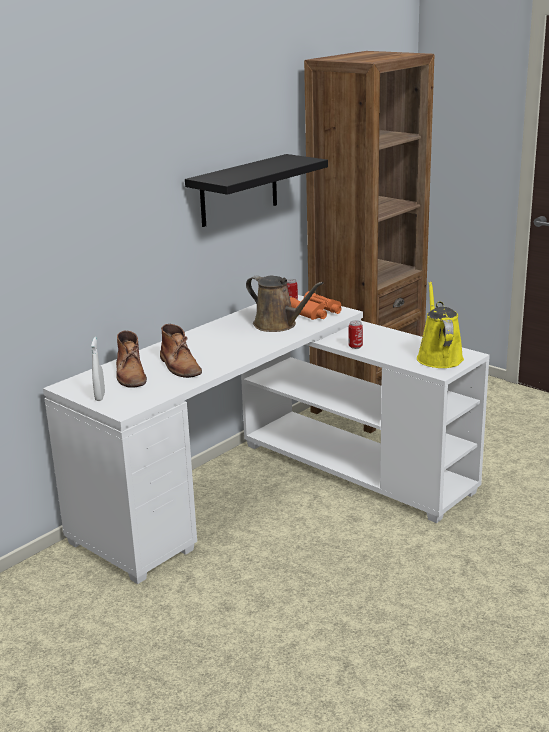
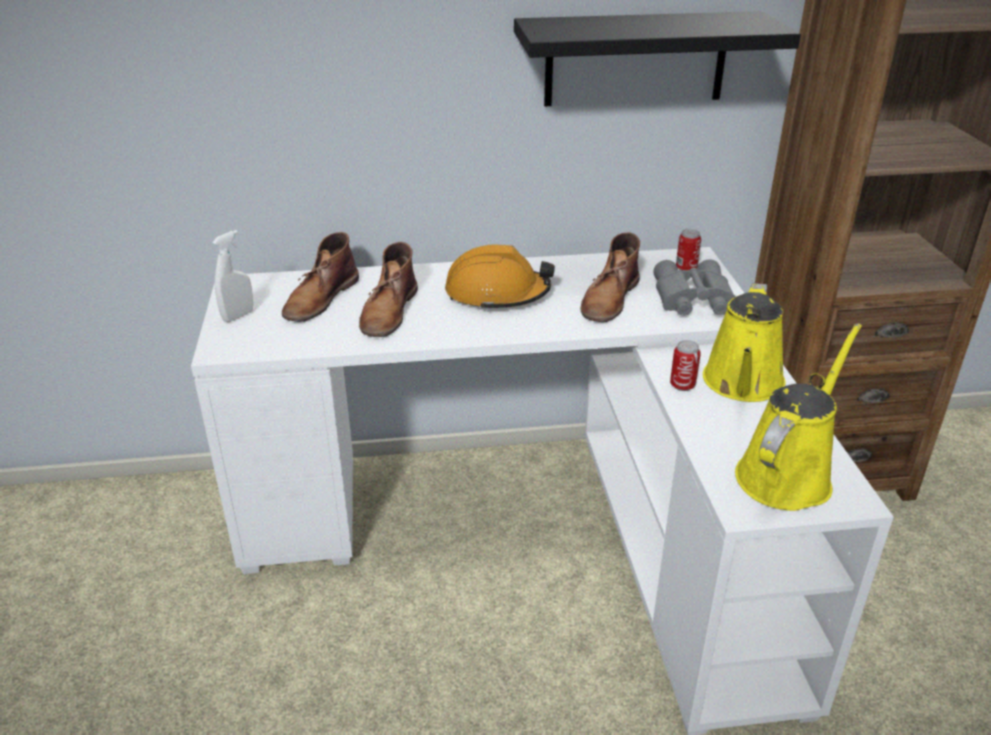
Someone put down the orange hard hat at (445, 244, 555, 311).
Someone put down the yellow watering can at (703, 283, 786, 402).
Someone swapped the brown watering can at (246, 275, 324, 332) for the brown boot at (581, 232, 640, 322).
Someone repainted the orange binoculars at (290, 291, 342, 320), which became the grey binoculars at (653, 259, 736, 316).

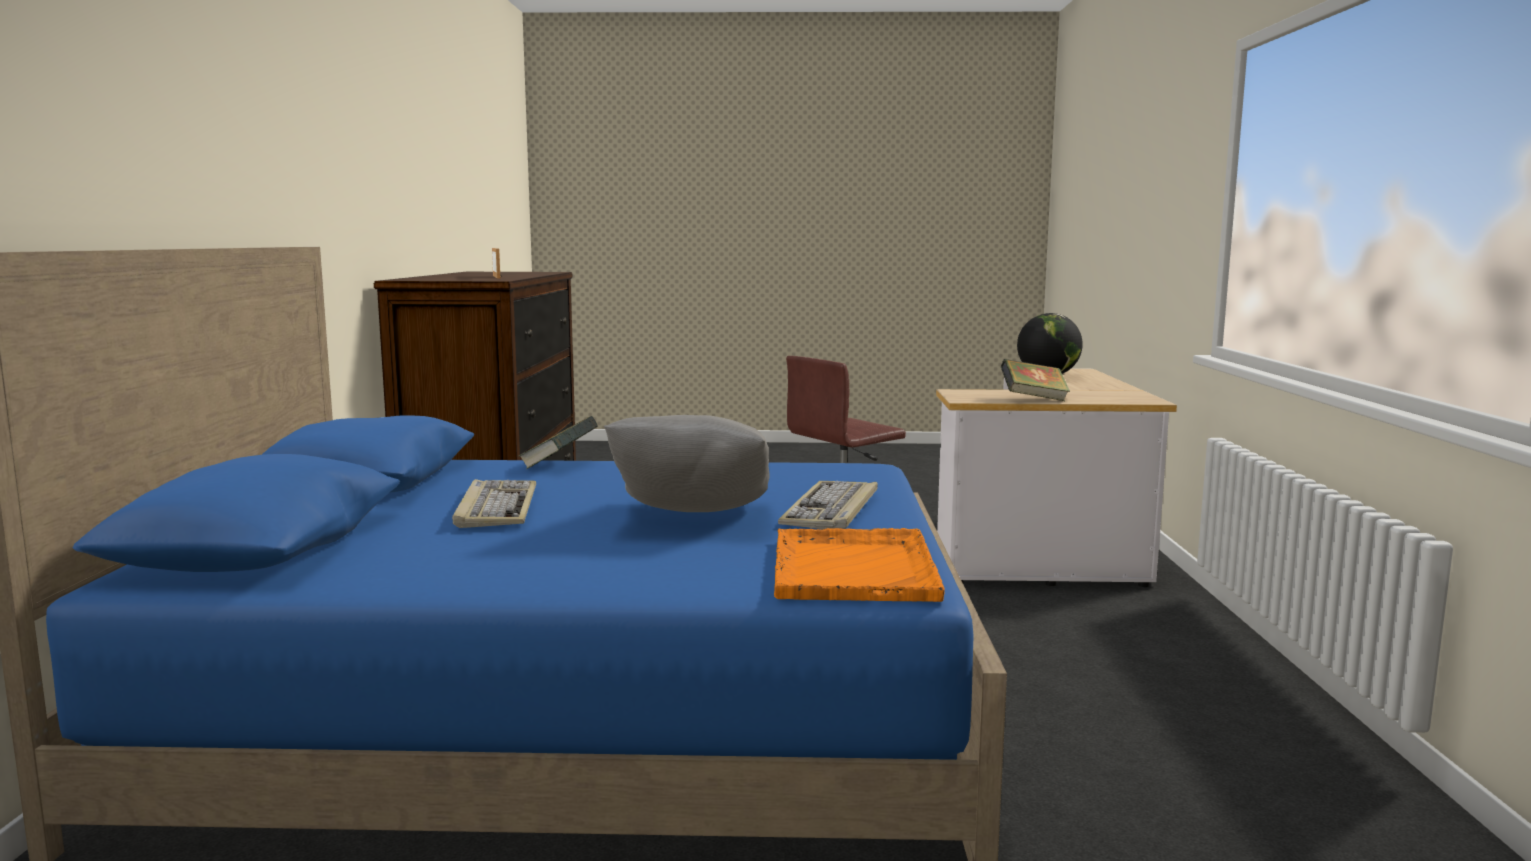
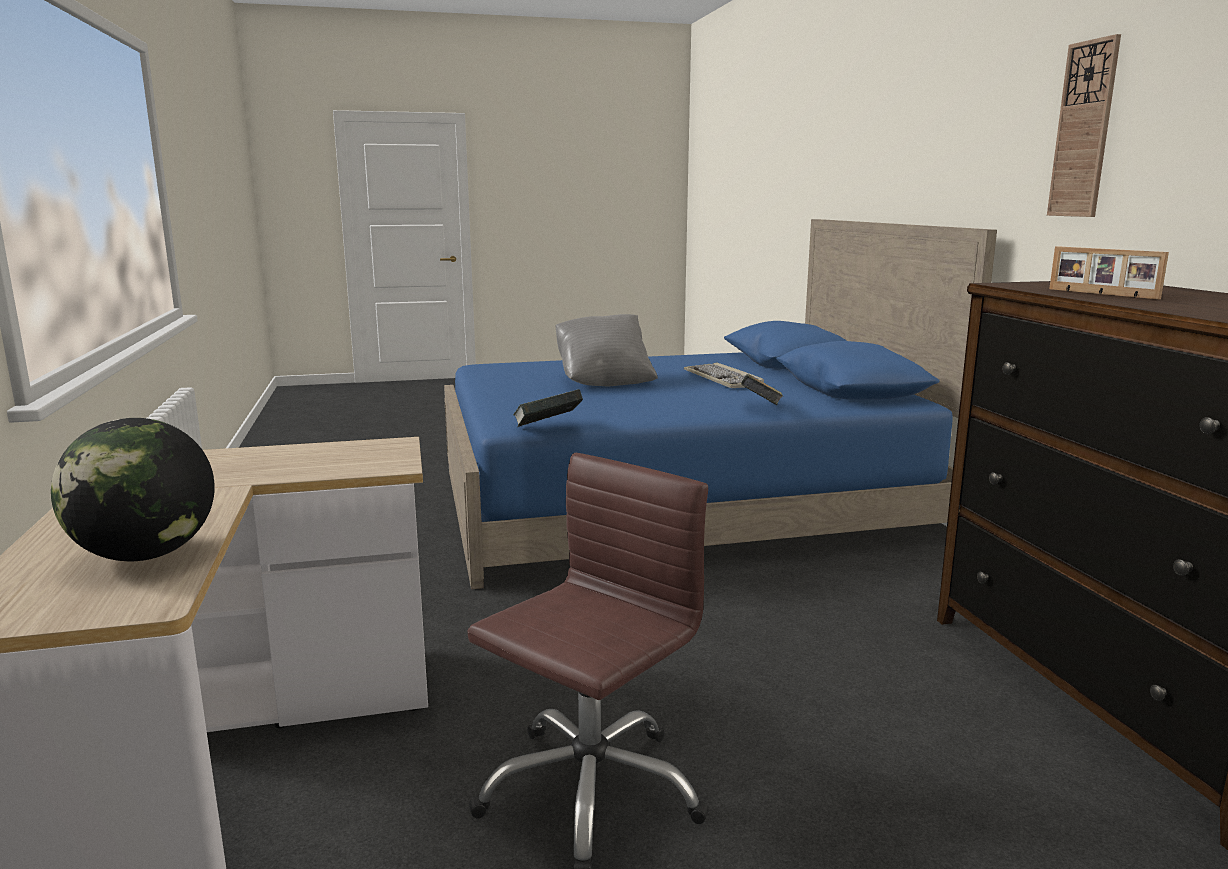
Someone took away the orange tray at (774, 528, 945, 602).
Someone took away the keyboard at (778, 481, 878, 529).
Someone put up the wall clock at (1047, 34, 1121, 217).
Someone carried the book from (1001, 359, 1070, 401) to (513, 389, 583, 427).

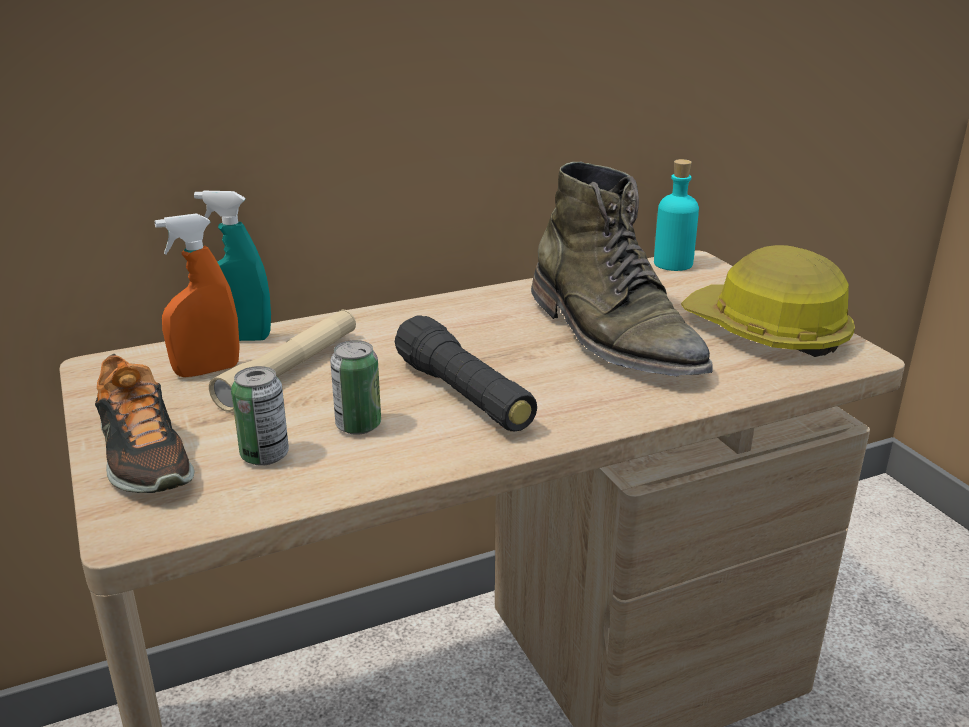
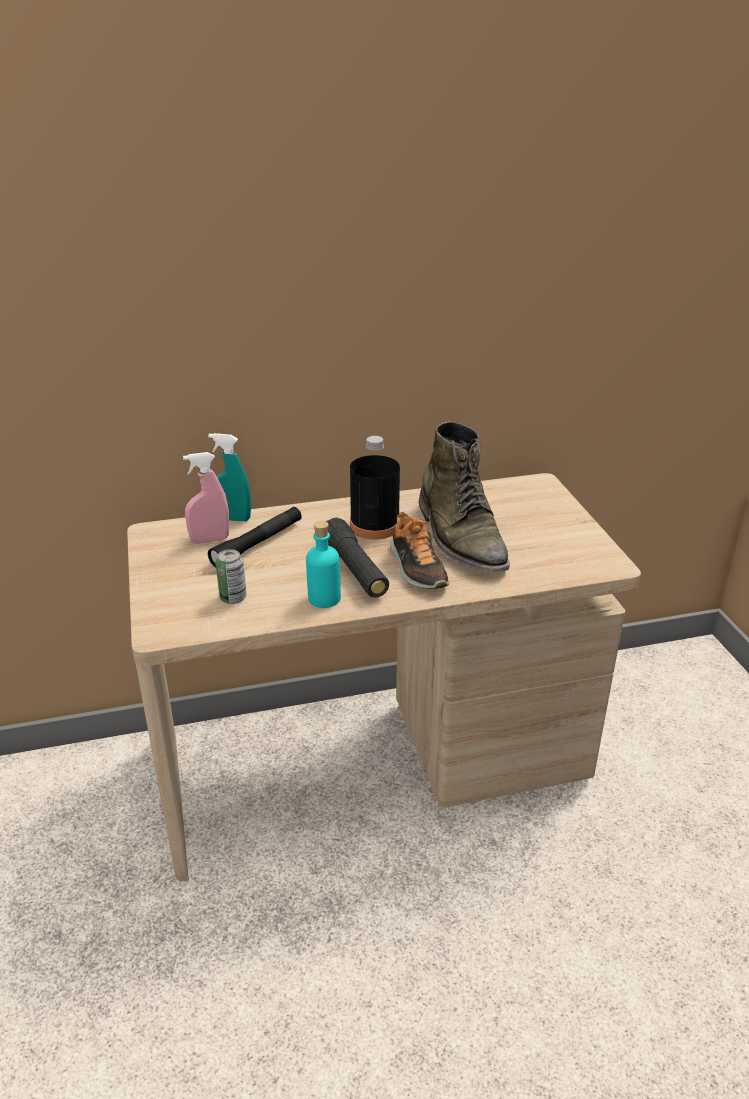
Someone took away the can at (330, 340, 381, 435).
Someone took away the hard hat at (681, 245, 855, 357).
Someone put down the black bottle at (350, 436, 400, 540).
Someone carried the shoe from (95, 354, 194, 493) to (390, 511, 450, 589).
Someone carried the turquoise bottle from (654, 159, 699, 271) to (306, 521, 341, 608).
Someone repainted the orange spray bottle at (155, 213, 240, 377), which became the pink spray bottle at (183, 452, 229, 544).
Someone repainted the beige flashlight at (209, 309, 356, 412), which became the black flashlight at (208, 507, 302, 568).

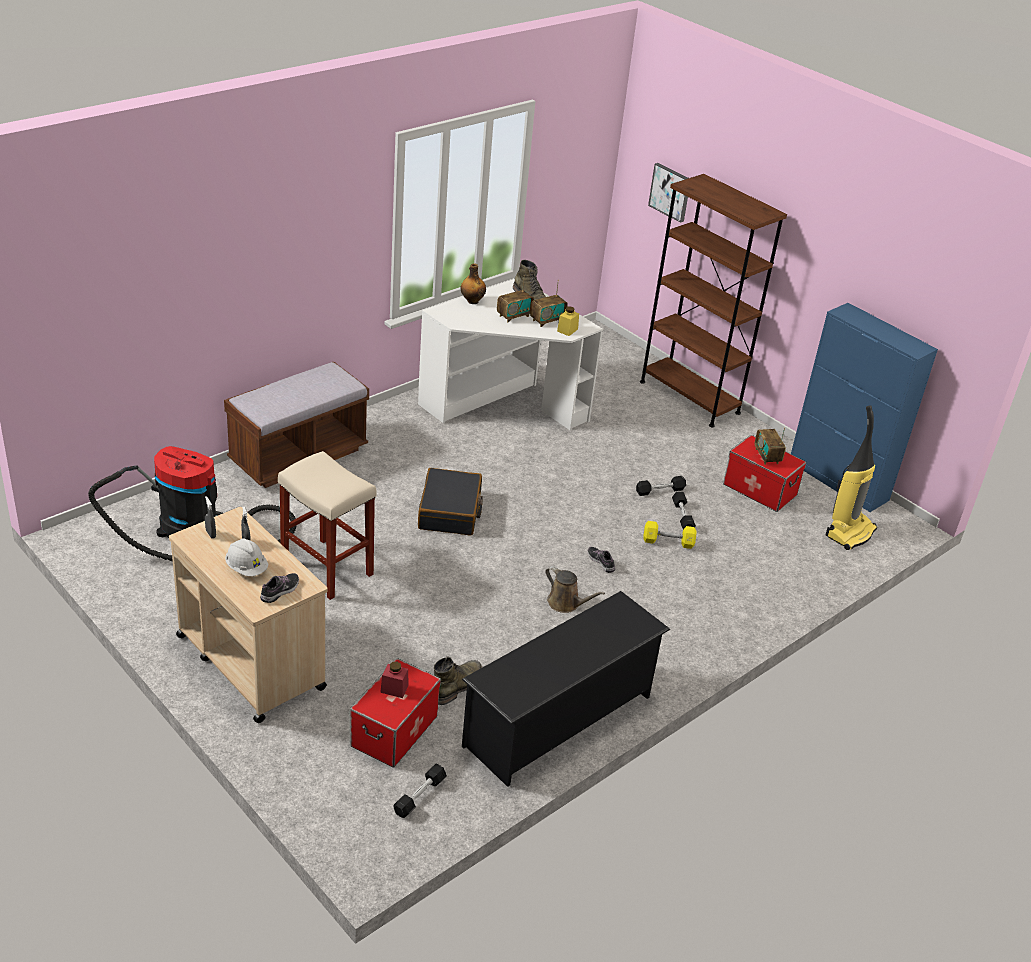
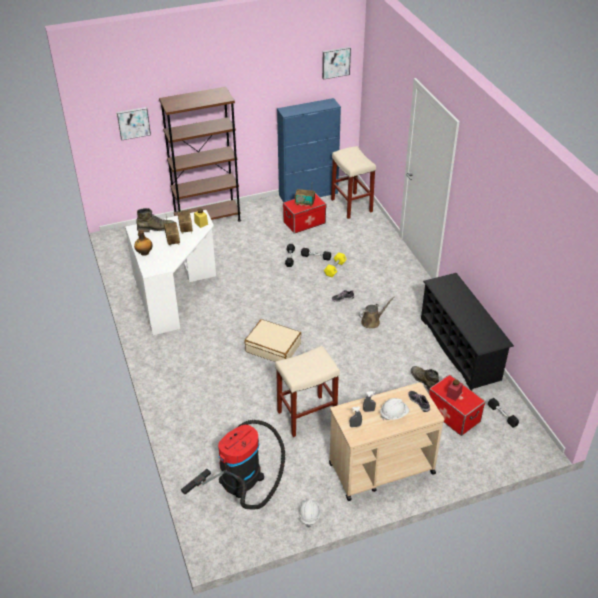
Someone took away the brown bench at (224, 362, 369, 488).
Someone put down the white hard hat at (298, 499, 321, 527).
Someone put up the picture at (322, 47, 351, 79).
Someone swapped the vacuum cleaner at (825, 405, 877, 550) for the beige stool at (331, 146, 376, 219).
Someone repainted the black suitcase at (418, 468, 483, 536), which became the beige suitcase at (245, 319, 301, 362).

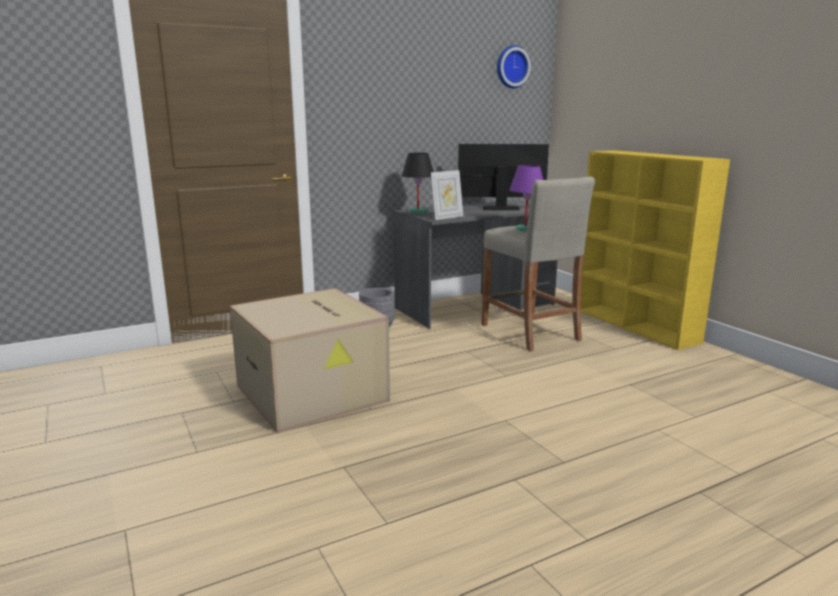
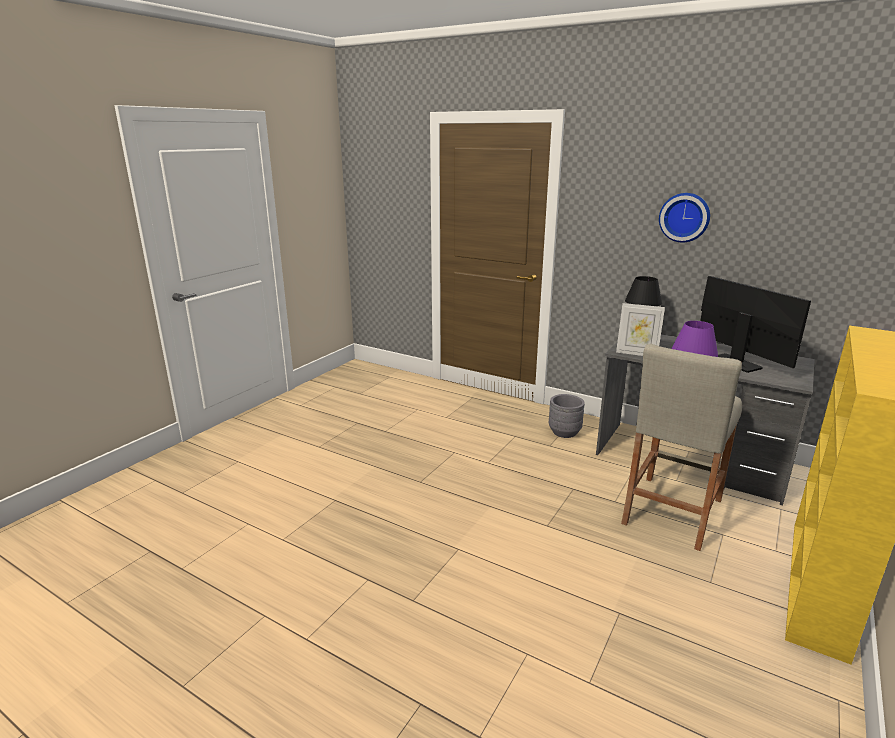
Someone took away the cardboard box at (230, 288, 390, 433).
Someone carried the wall clock from (497, 45, 531, 88) to (659, 193, 710, 243).

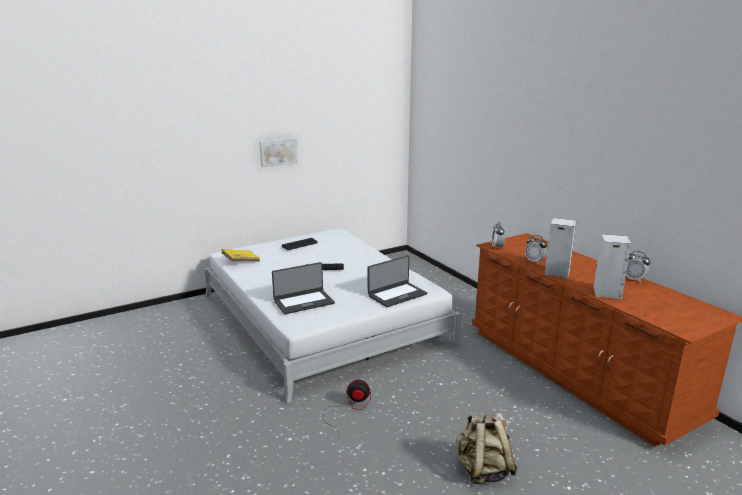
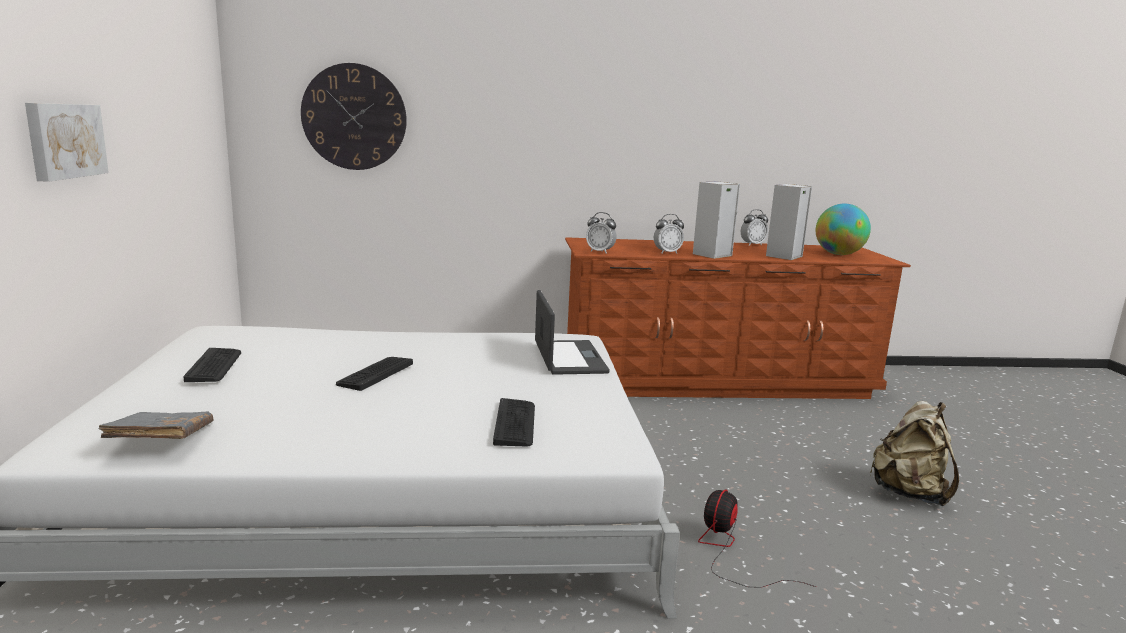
Someone put up the wall clock at (301, 63, 407, 170).
Someone put down the globe at (816, 204, 871, 255).
Someone swapped the laptop at (272, 262, 335, 314) for the keyboard at (493, 398, 535, 447).
Someone repainted the yellow book at (221, 249, 260, 262), which became the grey book at (99, 412, 214, 439).

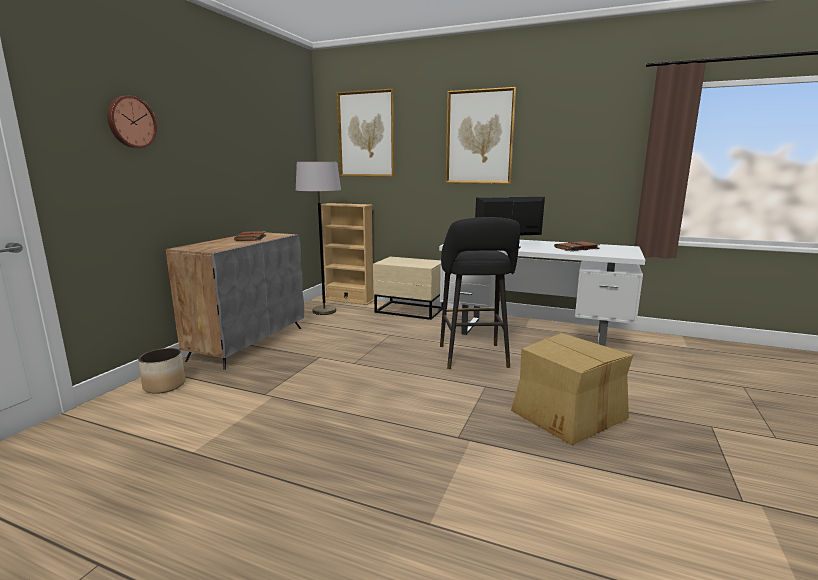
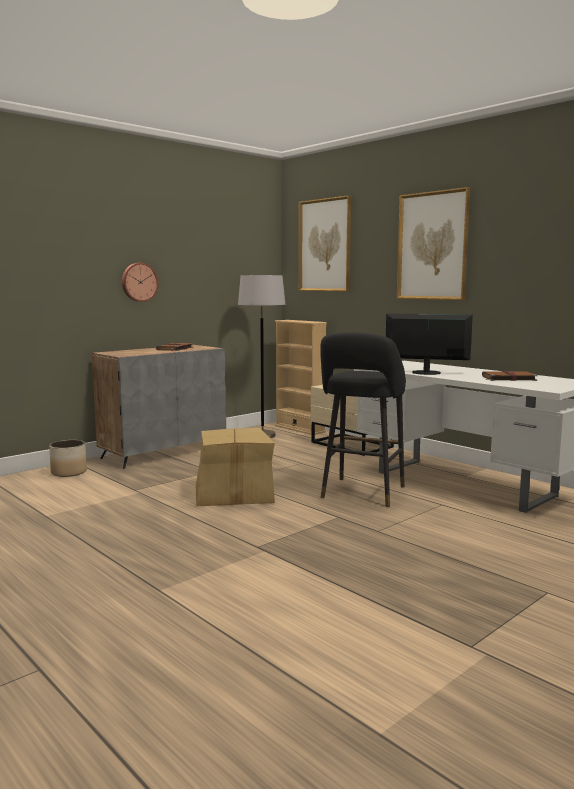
Someone carried the wall clock from (107, 96, 157, 148) to (122, 263, 158, 302).
Someone carried the cardboard box from (511, 333, 633, 445) to (196, 428, 275, 506).

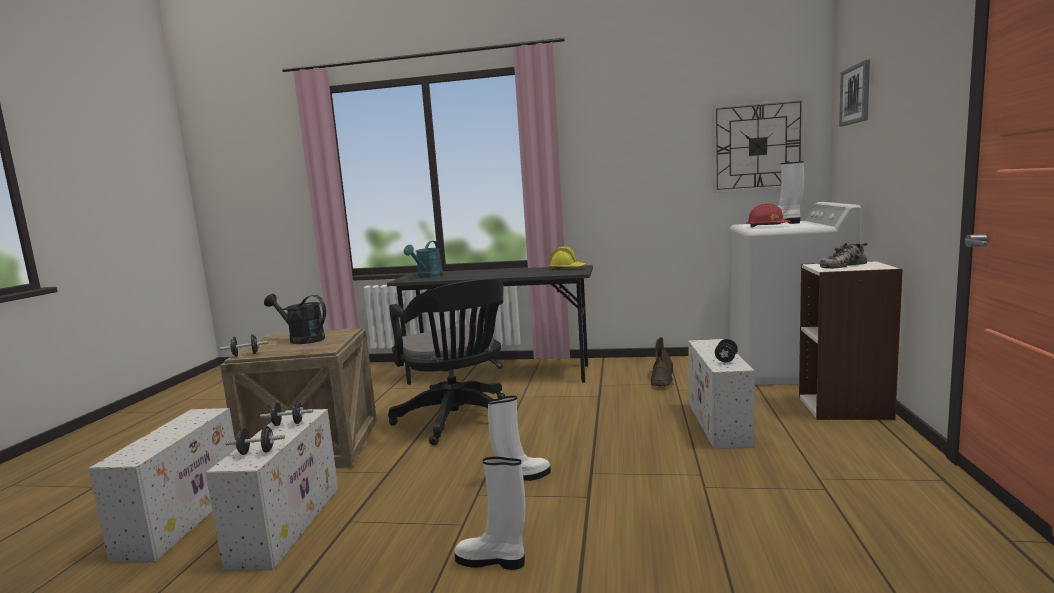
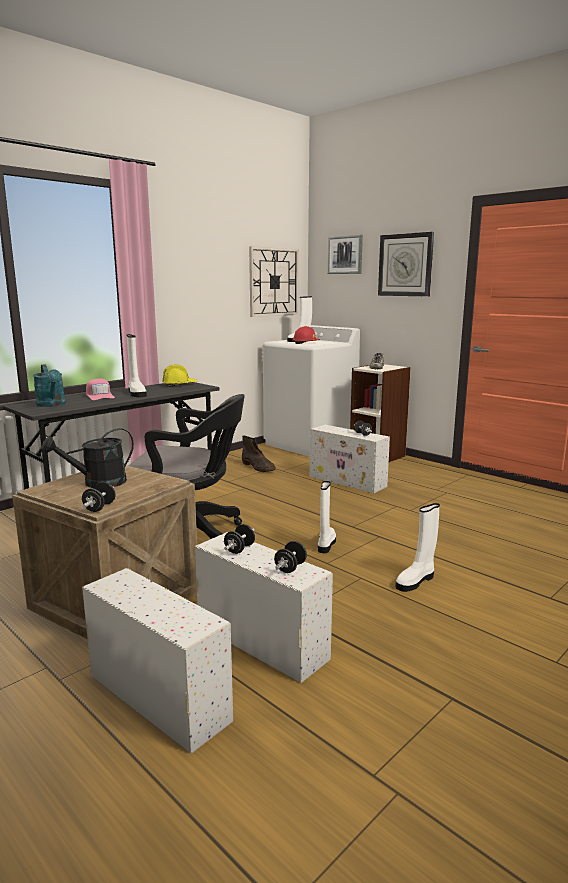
Someone put down the pink cap at (86, 379, 115, 400).
Someone put down the white boot at (126, 334, 147, 397).
Someone put up the wall clock at (378, 232, 434, 296).

